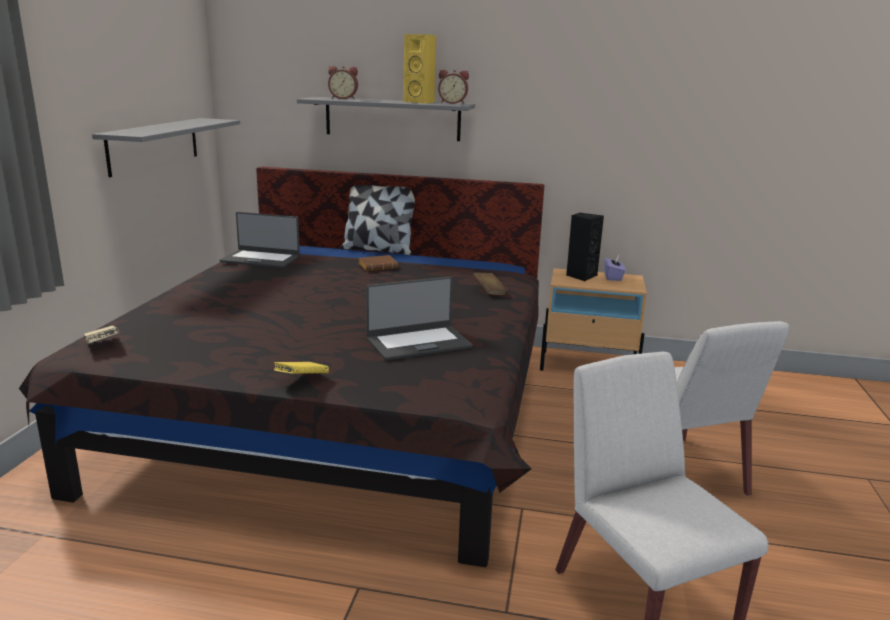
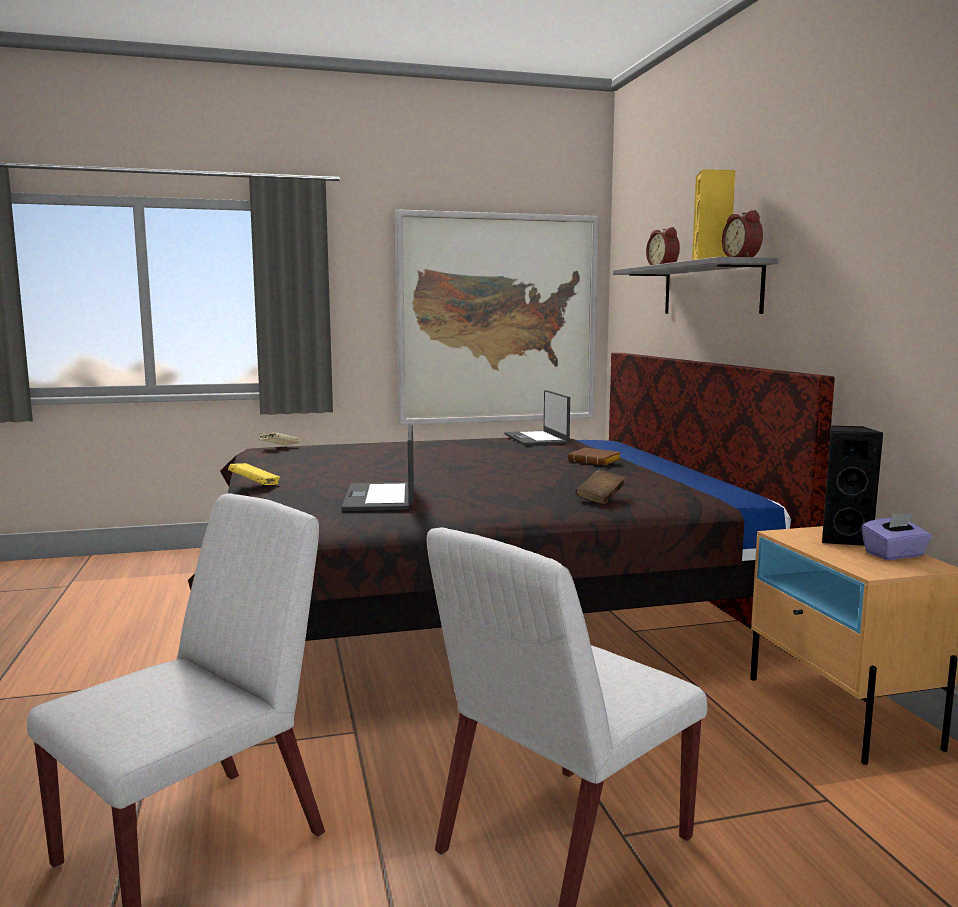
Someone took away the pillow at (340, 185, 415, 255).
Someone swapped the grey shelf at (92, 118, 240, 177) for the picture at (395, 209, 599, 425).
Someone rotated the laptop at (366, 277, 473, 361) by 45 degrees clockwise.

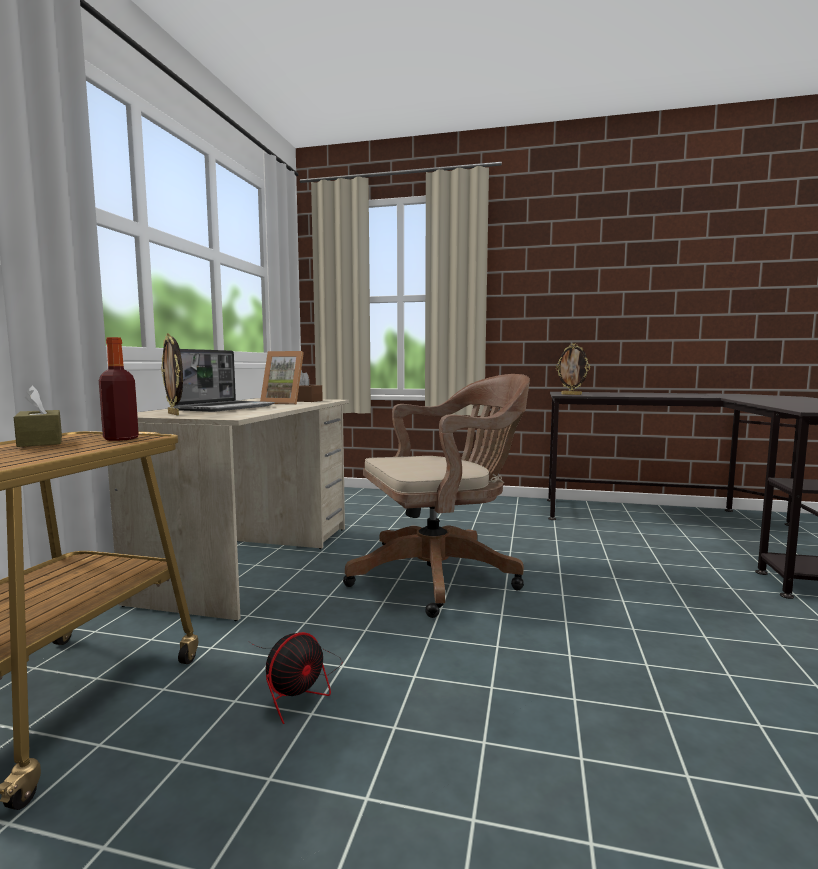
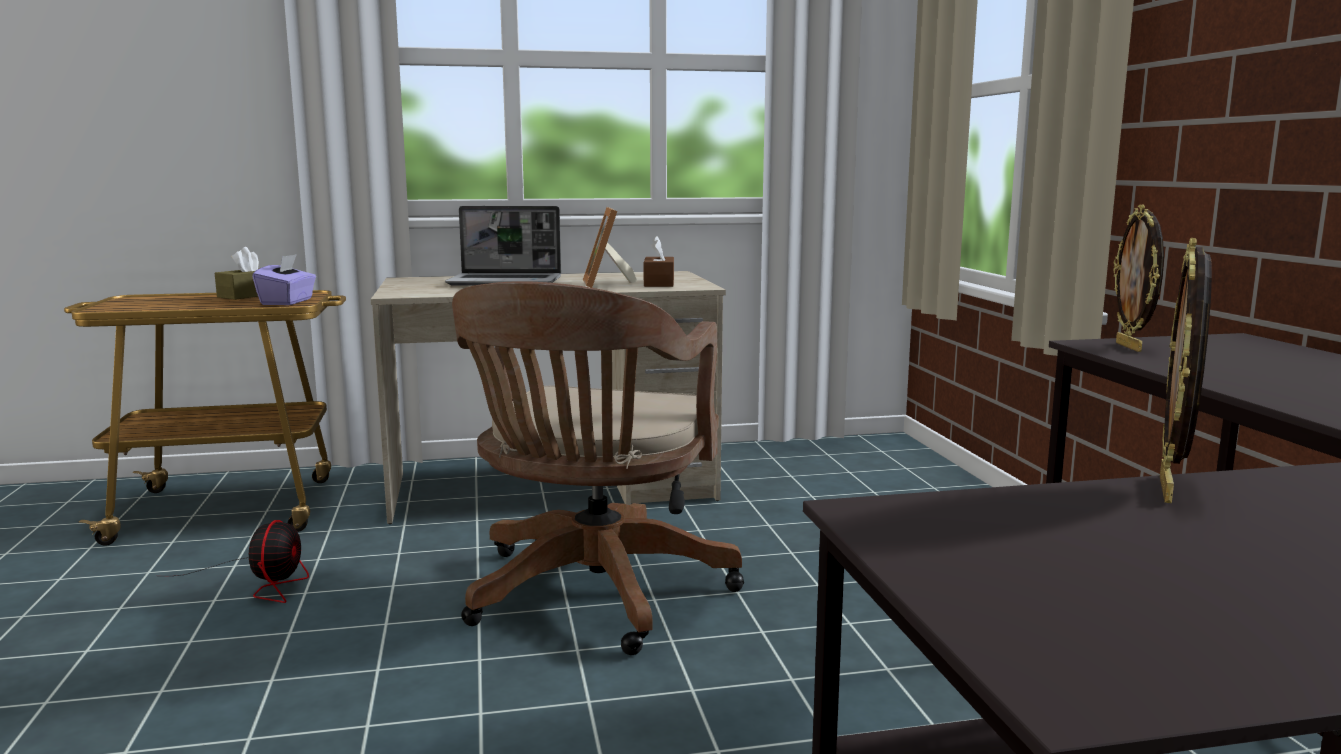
Someone carried the picture frame from (161, 333, 183, 415) to (1160, 238, 1212, 503).
Someone swapped the bottle at (99, 337, 139, 441) for the purple tissue box at (252, 254, 316, 305).
Someone rotated the fan at (248, 632, 343, 724) by 105 degrees counterclockwise.
Someone rotated the brown office chair at (343, 374, 530, 618) by 60 degrees clockwise.

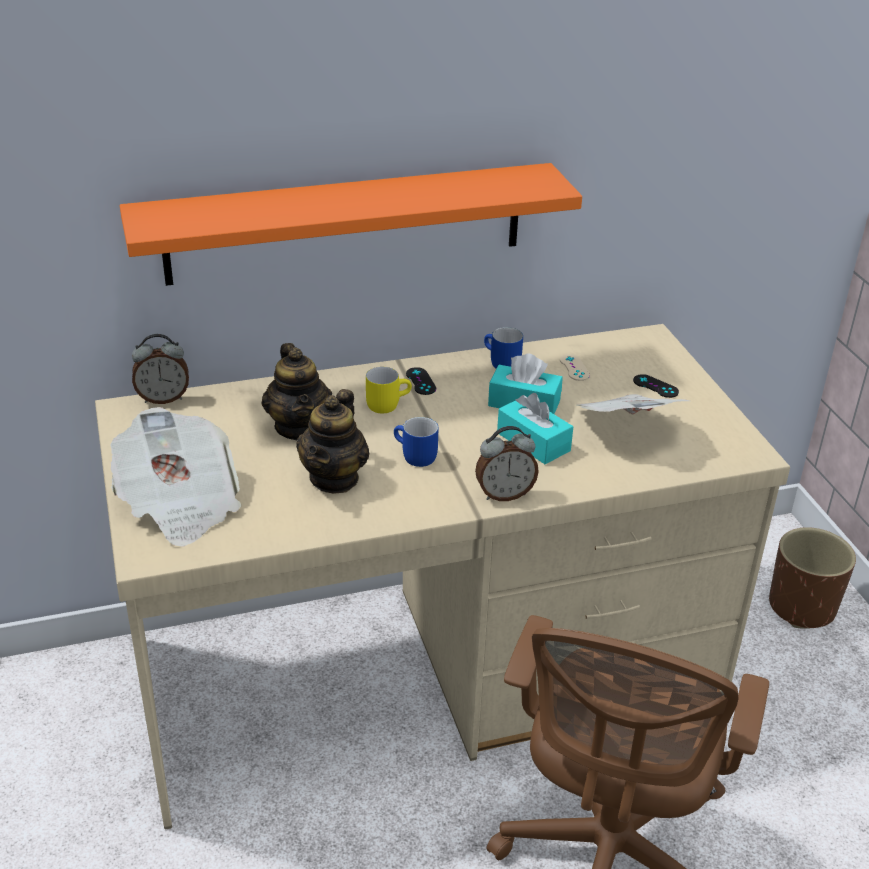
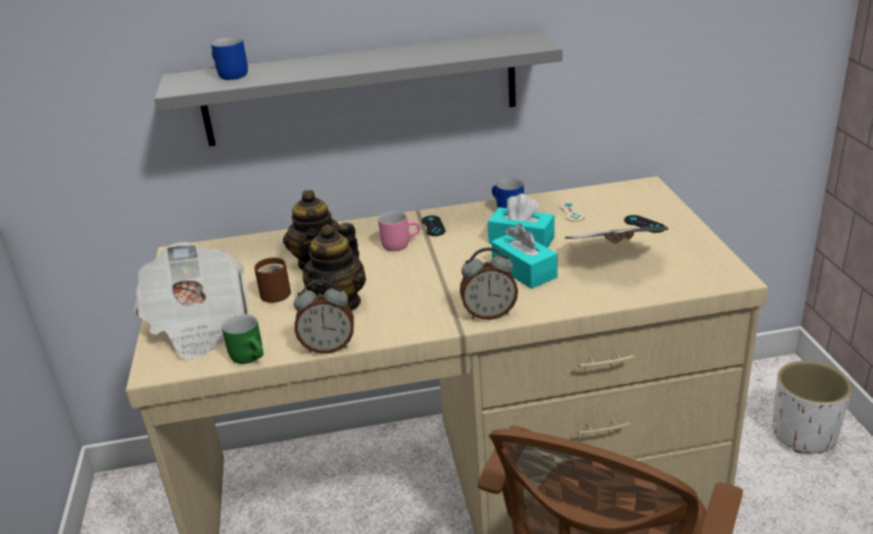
Someone put down the green mug at (222, 314, 264, 364).
Someone put down the brown mug at (254, 257, 291, 303).
Someone carried the alarm clock from (132, 334, 189, 404) to (294, 280, 354, 354).
Someone carried the blue mug from (394, 417, 439, 467) to (211, 37, 248, 80).
Someone repainted the orange shelf at (120, 163, 582, 286), which became the grey shelf at (154, 29, 563, 146).
Someone repainted the yellow mug at (366, 367, 412, 413), which became the pink mug at (378, 211, 420, 251).
Someone repainted the brown planter at (769, 527, 856, 629), which became the white planter at (772, 361, 852, 454).

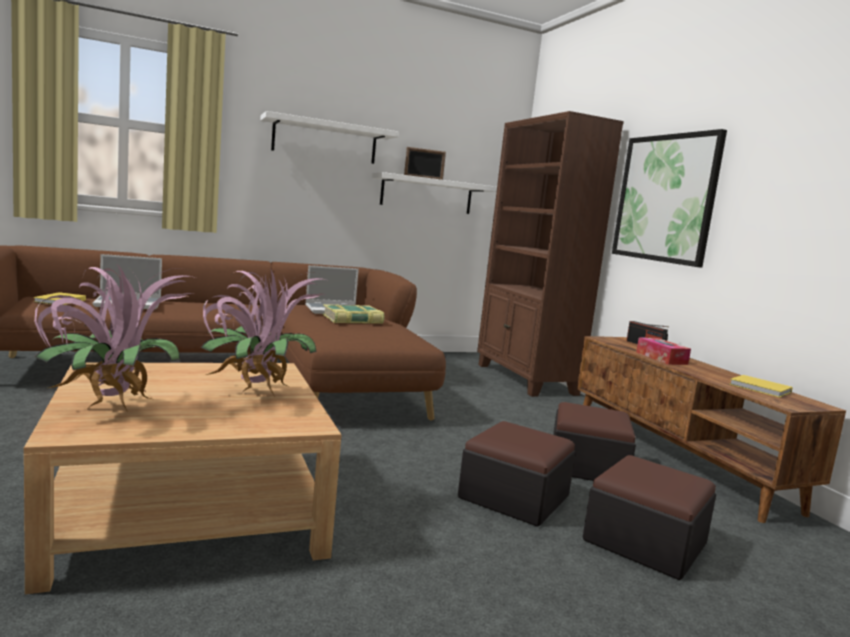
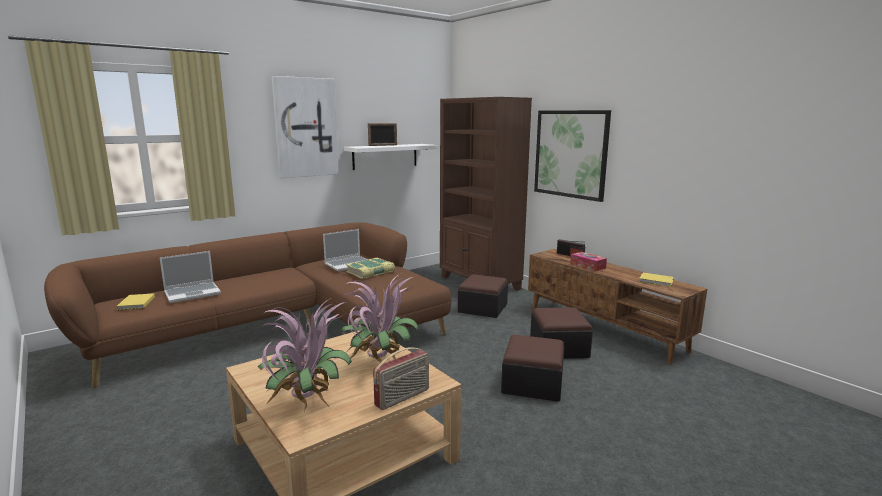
Someone put down the radio at (373, 347, 429, 410).
Someone carried the ottoman from (583, 455, 716, 580) to (458, 274, 508, 318).
Someone swapped the white shelf at (260, 111, 399, 164) for the picture at (272, 76, 339, 178).

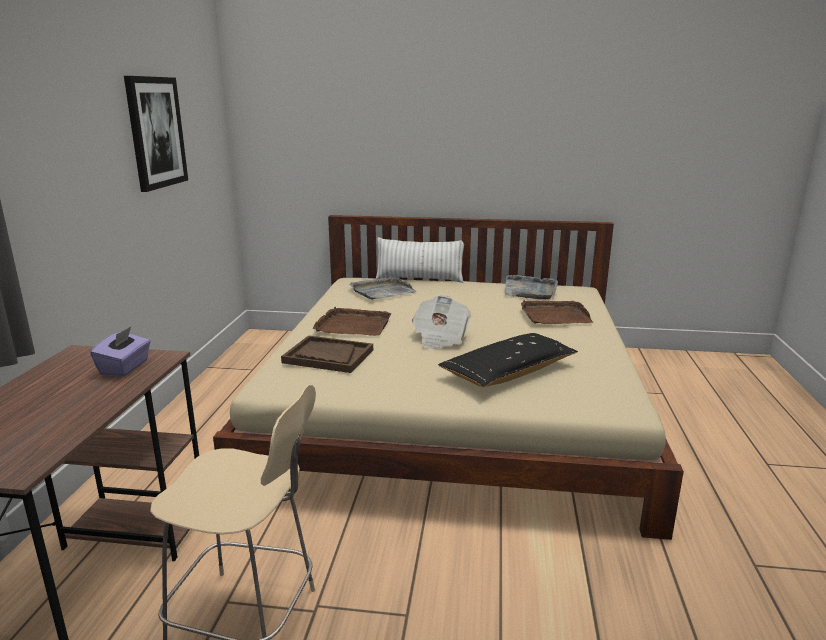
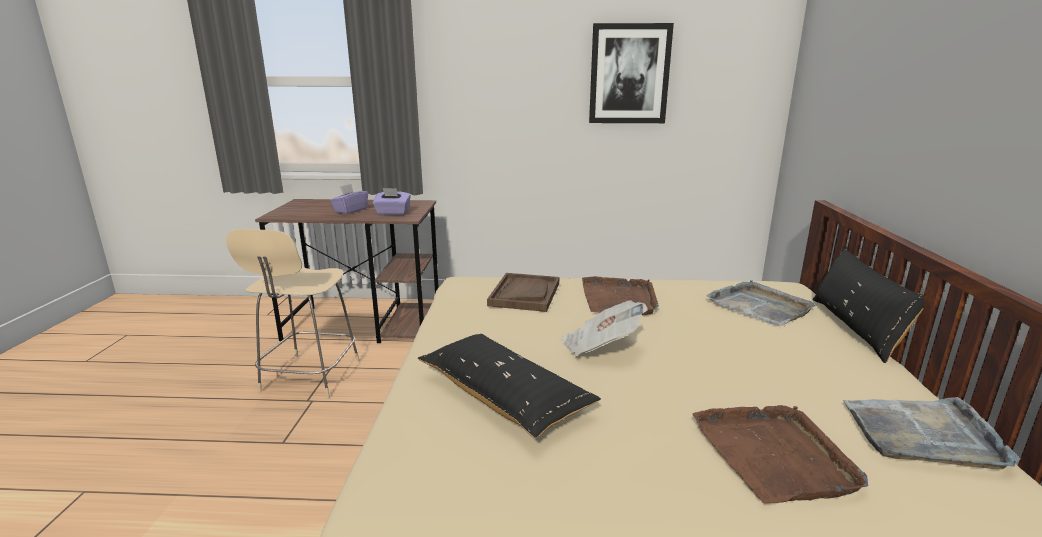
Someone put down the purple tissue box at (330, 184, 368, 214).
Someone repainted the white pillow at (376, 237, 464, 283), which became the black pillow at (813, 247, 925, 363).

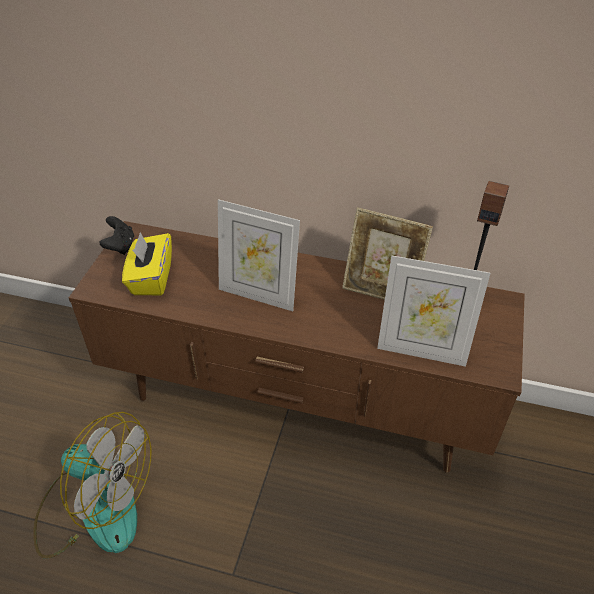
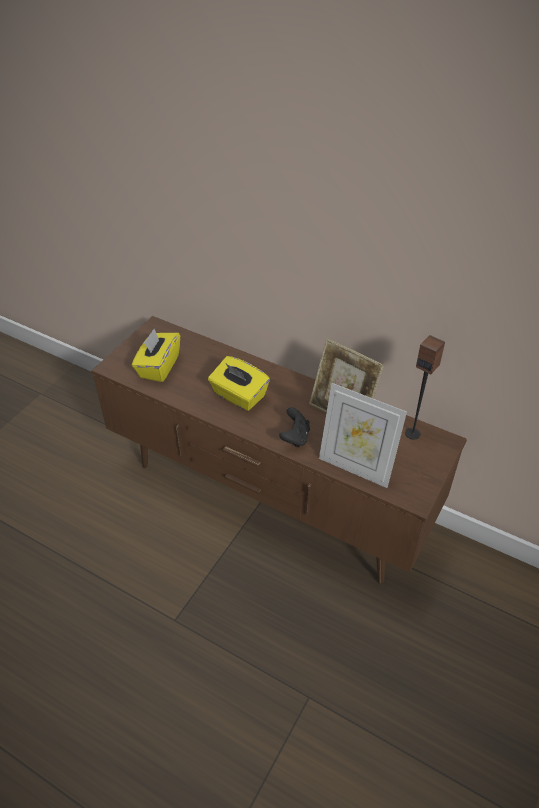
Someone took away the fan at (33, 412, 151, 559).
Someone carried the black game controller from (100, 216, 134, 255) to (279, 407, 310, 447).
Someone swapped the picture frame at (218, 199, 300, 311) for the yellow tissue box at (208, 356, 270, 411).

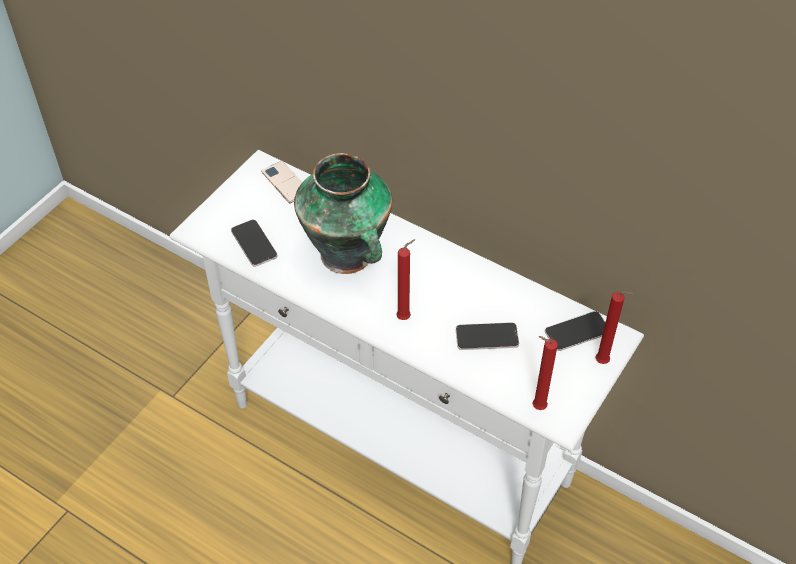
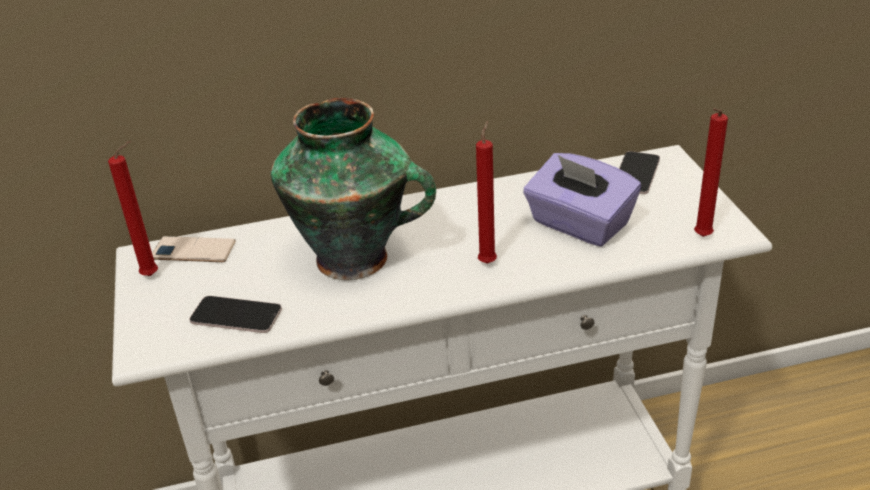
Someone carried the red candle from (595, 291, 633, 364) to (108, 141, 158, 276).
Someone swapped the phone at (456, 322, 519, 350) for the purple tissue box at (523, 153, 641, 247).

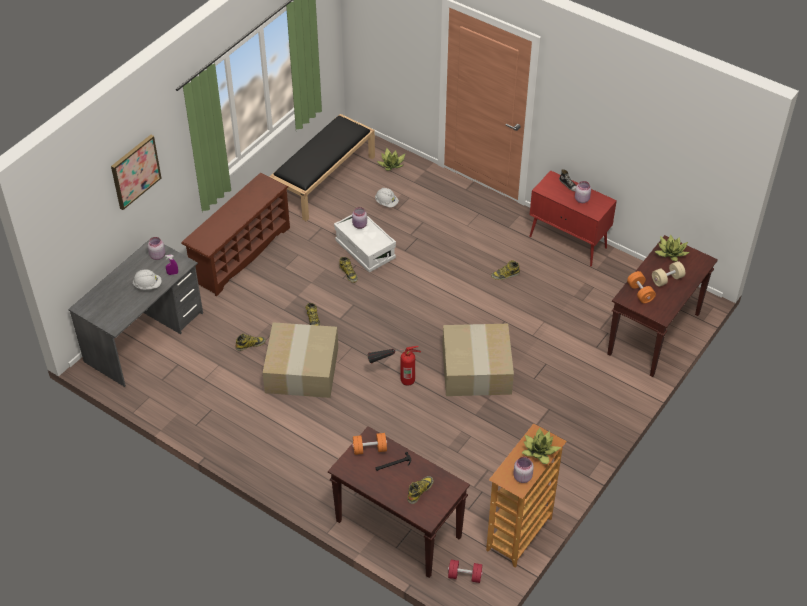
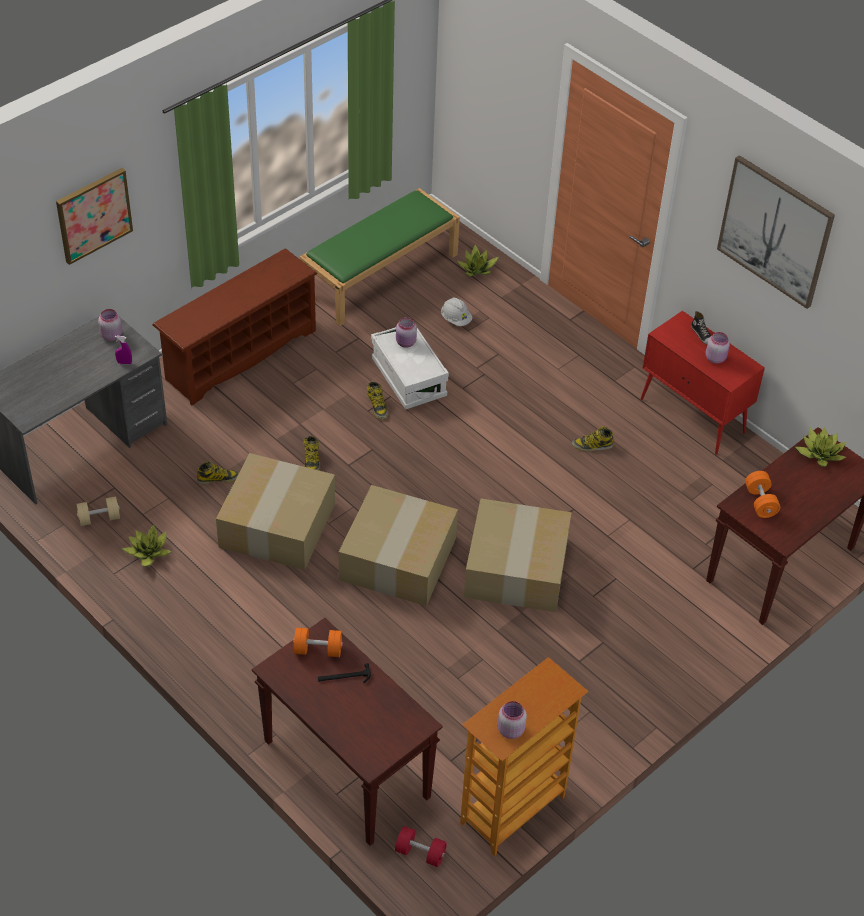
Someone took away the white hard hat at (133, 269, 162, 290).
Someone took away the boot at (407, 476, 434, 504).
Someone put up the picture at (717, 155, 835, 309).
Someone carried the potted plant from (522, 427, 561, 464) to (122, 524, 172, 567).
Someone carried the beige dumbbell from (652, 261, 685, 287) to (77, 496, 120, 526).
Someone swapped the fire extinguisher at (367, 346, 421, 386) for the cardboard box at (339, 485, 458, 606).
Someone repainted the black bench at (269, 114, 375, 221), which became the green bench at (299, 188, 460, 326).

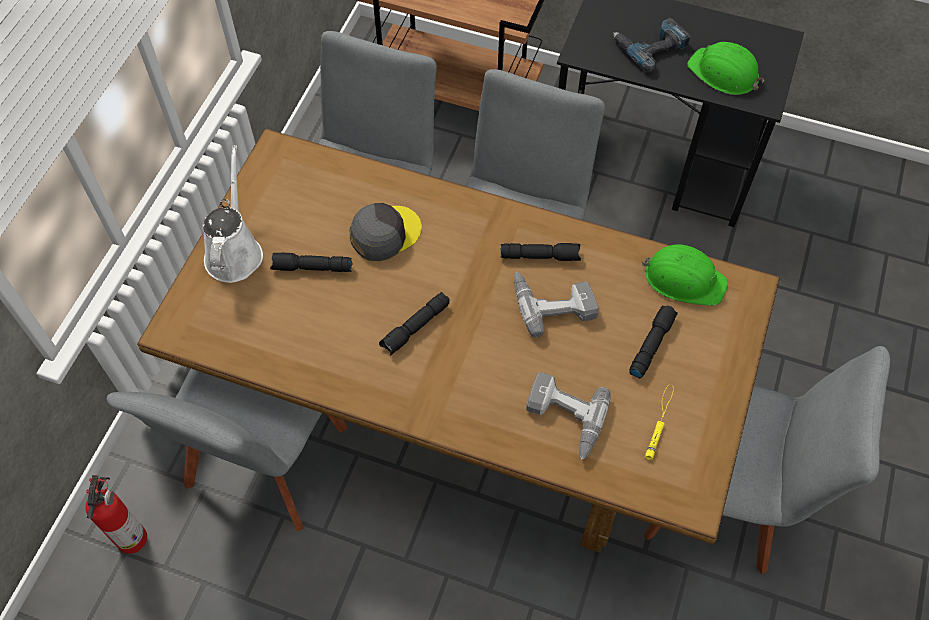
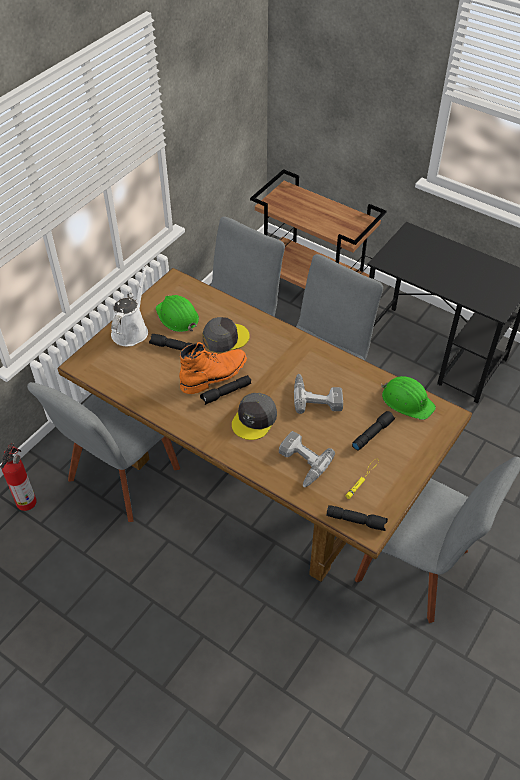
Someone took away the power drill at (613, 18, 690, 72).
Someone put down the orange boot at (179, 342, 247, 394).
Someone put down the grey cap at (232, 393, 277, 440).
Someone carried the black flashlight from (500, 243, 581, 261) to (326, 505, 388, 531).
Someone carried the green hard hat from (687, 42, 764, 95) to (156, 295, 199, 332).

